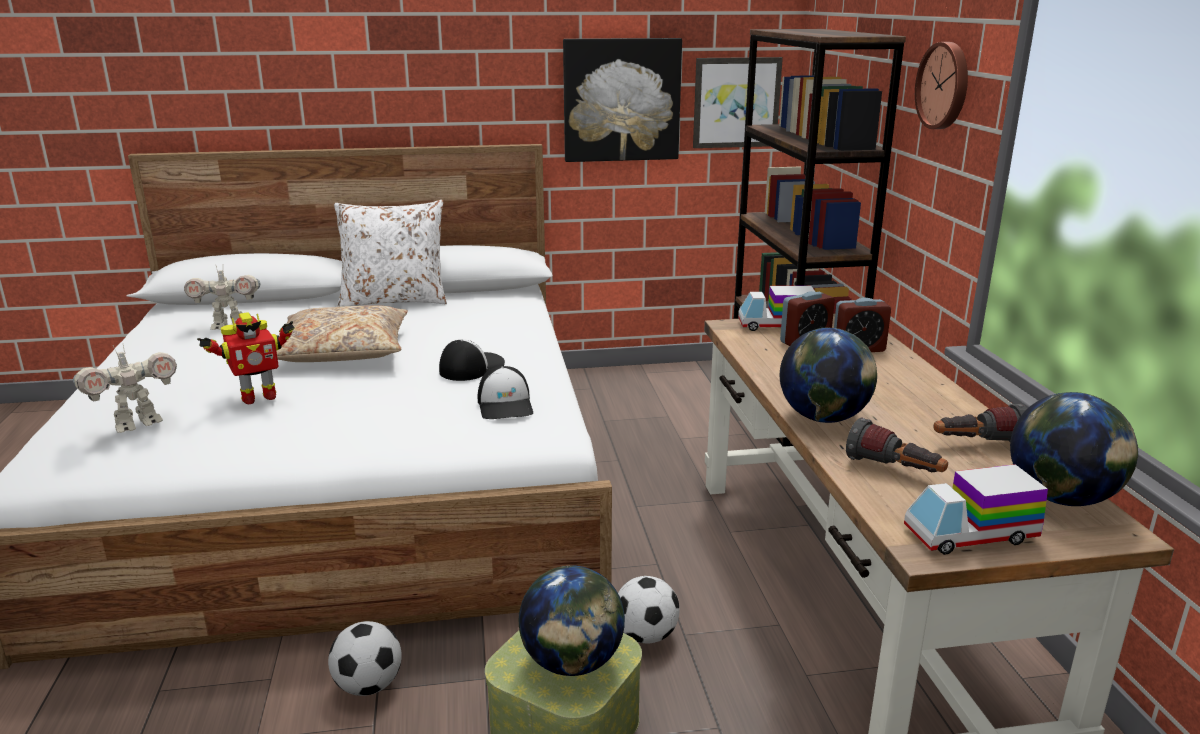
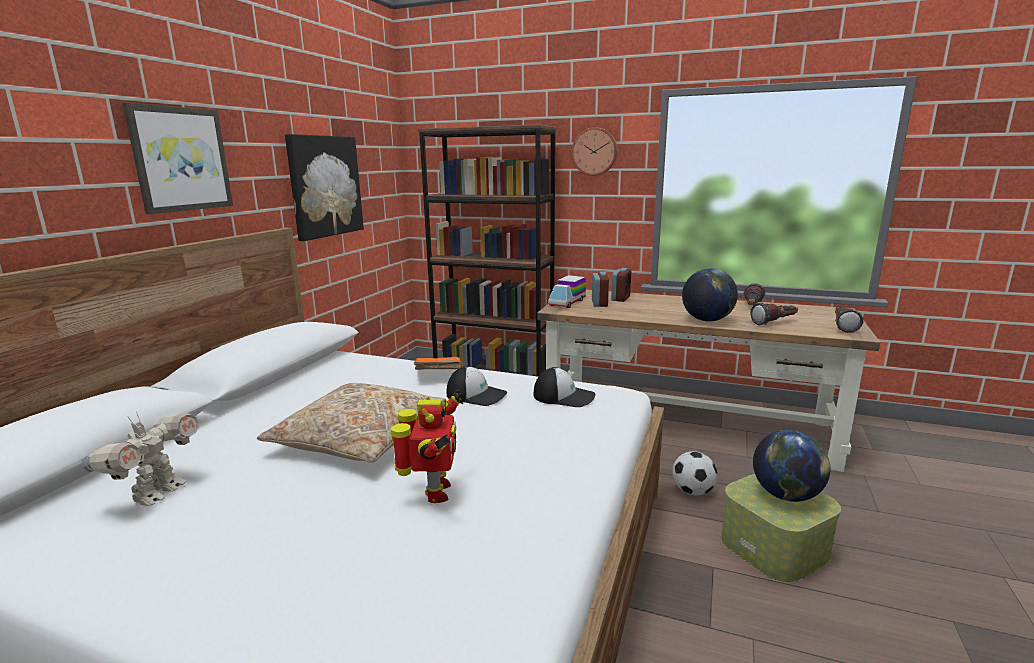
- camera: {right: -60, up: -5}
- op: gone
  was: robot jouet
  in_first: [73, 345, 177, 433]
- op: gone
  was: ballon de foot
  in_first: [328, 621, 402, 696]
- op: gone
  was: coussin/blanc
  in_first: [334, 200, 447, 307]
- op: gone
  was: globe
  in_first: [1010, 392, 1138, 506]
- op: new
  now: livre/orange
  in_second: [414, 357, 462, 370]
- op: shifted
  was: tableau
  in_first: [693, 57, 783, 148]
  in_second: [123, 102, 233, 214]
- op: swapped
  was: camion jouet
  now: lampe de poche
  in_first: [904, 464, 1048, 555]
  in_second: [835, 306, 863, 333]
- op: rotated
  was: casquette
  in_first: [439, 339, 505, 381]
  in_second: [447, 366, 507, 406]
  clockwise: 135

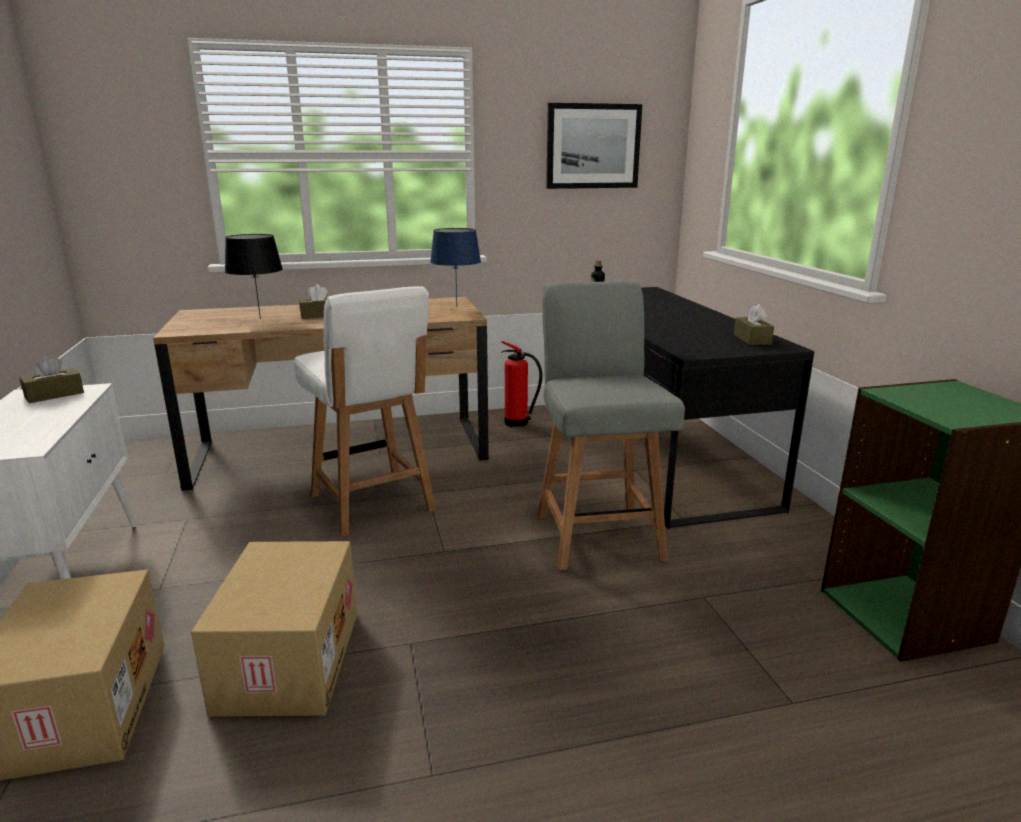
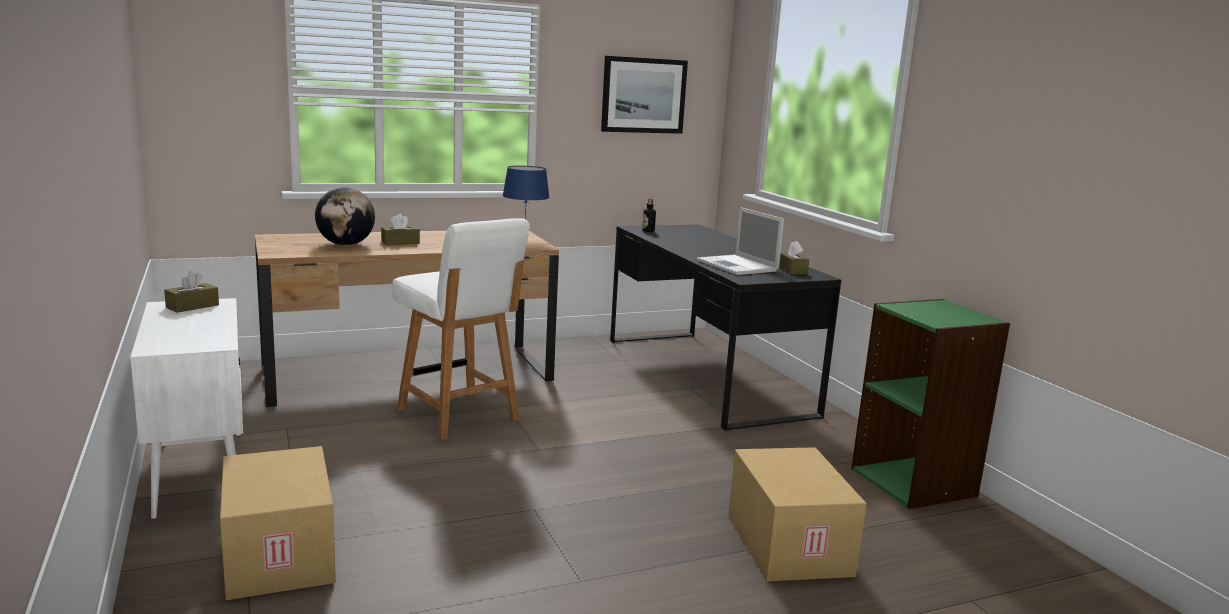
- camera: {right: -10, up: -5}
- op: gone
  was: extincteur
  in_first: [501, 341, 542, 427]
- op: gone
  was: chaise/gris
  in_first: [538, 281, 685, 570]
- op: new
  now: ordinateur portable
  in_second: [697, 207, 784, 275]
- op: shifted
  was: carton
  in_first: [191, 541, 357, 717]
  in_second: [728, 447, 867, 582]
- op: swapped
  was: lampe de table/noir
  now: globe
  in_first: [225, 234, 283, 319]
  in_second: [315, 187, 375, 245]

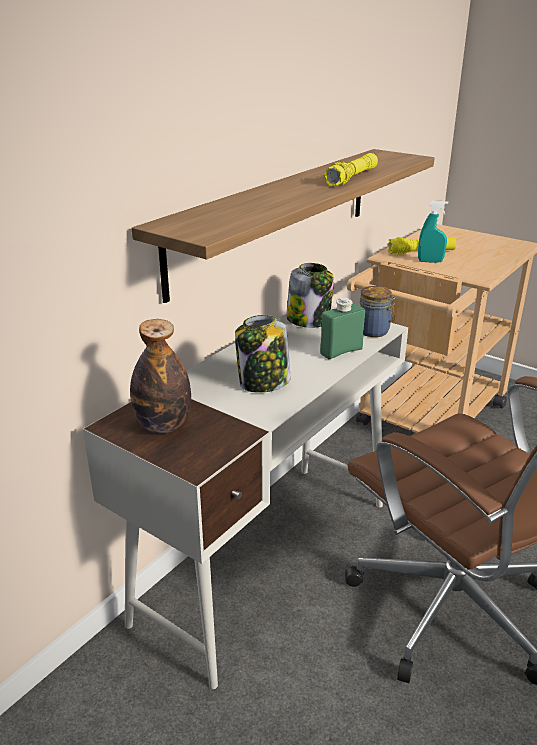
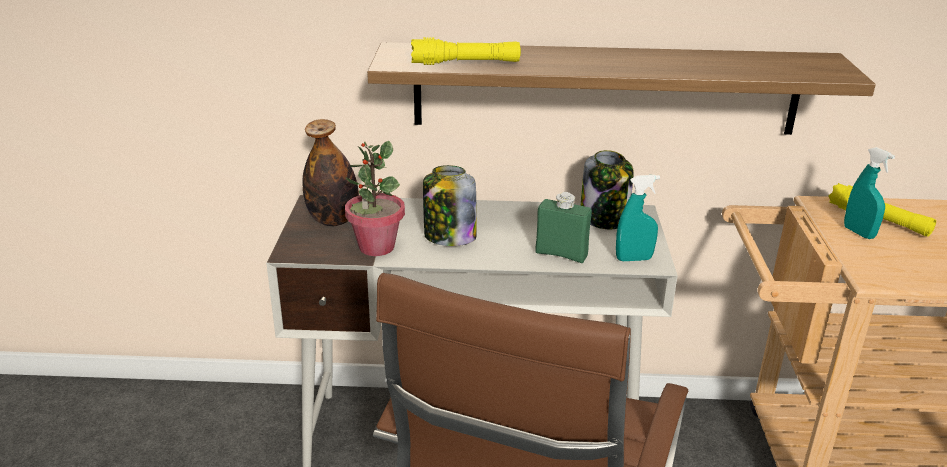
- camera: {right: 55, up: 0}
- op: new
  now: plante en pot
  in_second: [345, 141, 405, 256]
- op: shifted
  was: lampe de poche/jaune
  in_first: [324, 153, 378, 186]
  in_second: [411, 37, 521, 65]
- op: swapped
  was: bocal
  now: vaporisateur/turquoise
  in_first: [359, 286, 395, 337]
  in_second: [616, 175, 660, 261]

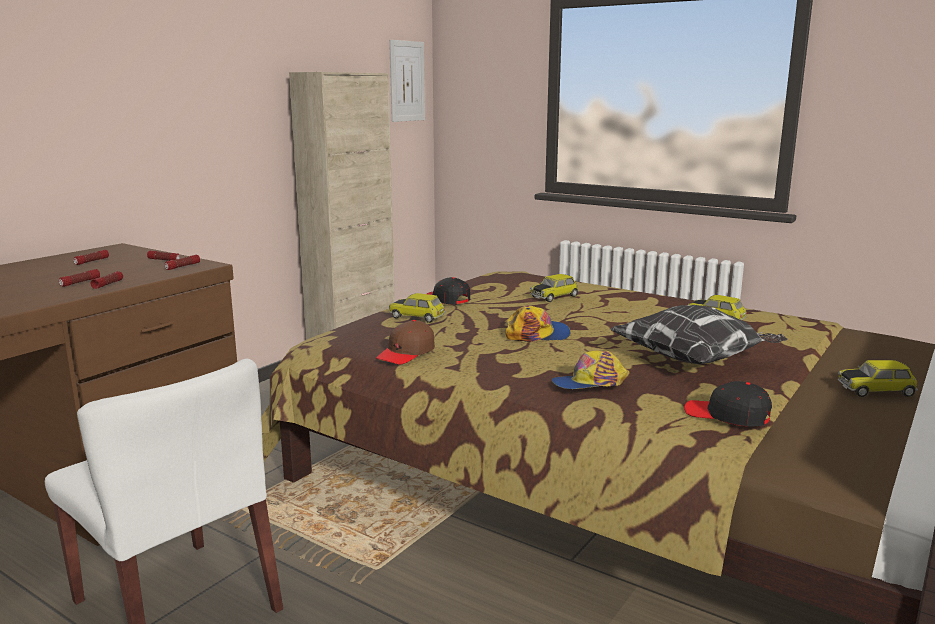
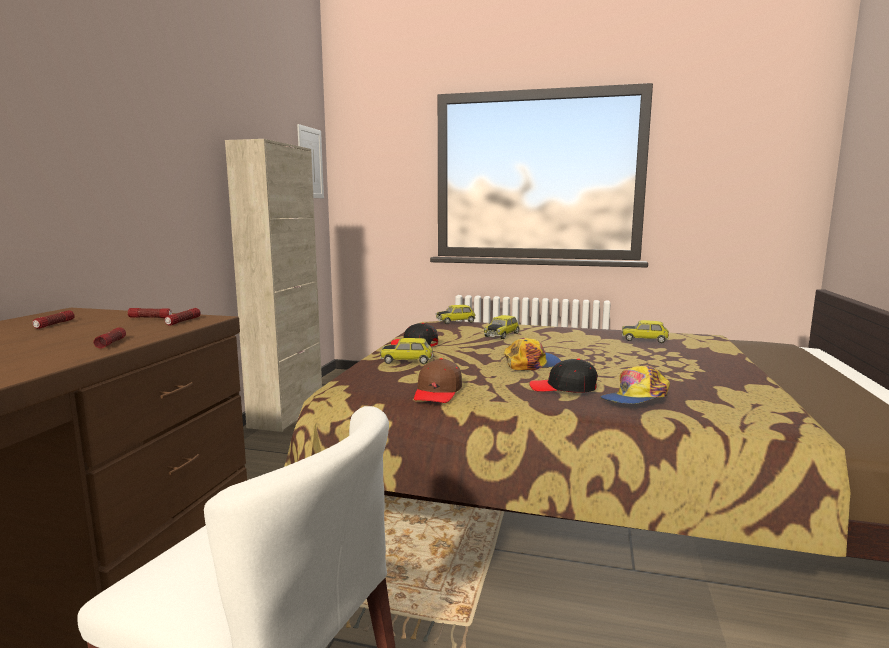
- camera: {right: -20, up: -5}
- op: gone
  was: lampe de poche
  in_first: [59, 269, 100, 287]
- op: gone
  was: coussin
  in_first: [610, 305, 788, 364]
- op: shifted
  was: casquette/noir
  in_first: [684, 381, 772, 427]
  in_second: [529, 358, 598, 393]
- op: shifted
  was: petite voiture
  in_first: [838, 360, 918, 397]
  in_second: [436, 305, 476, 324]

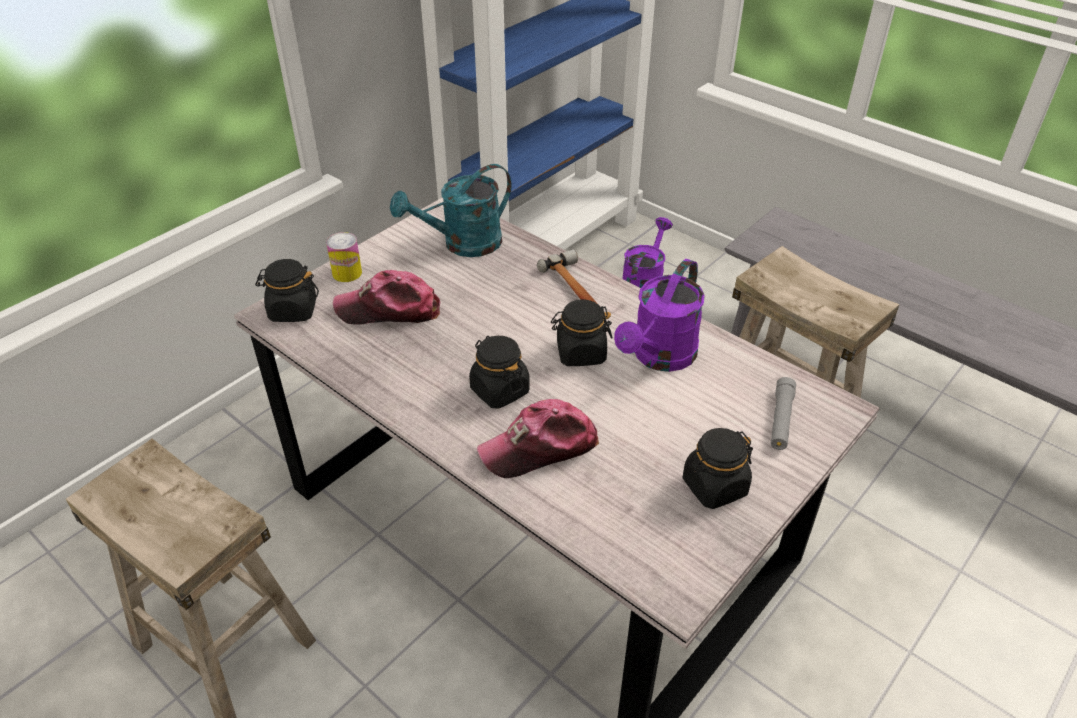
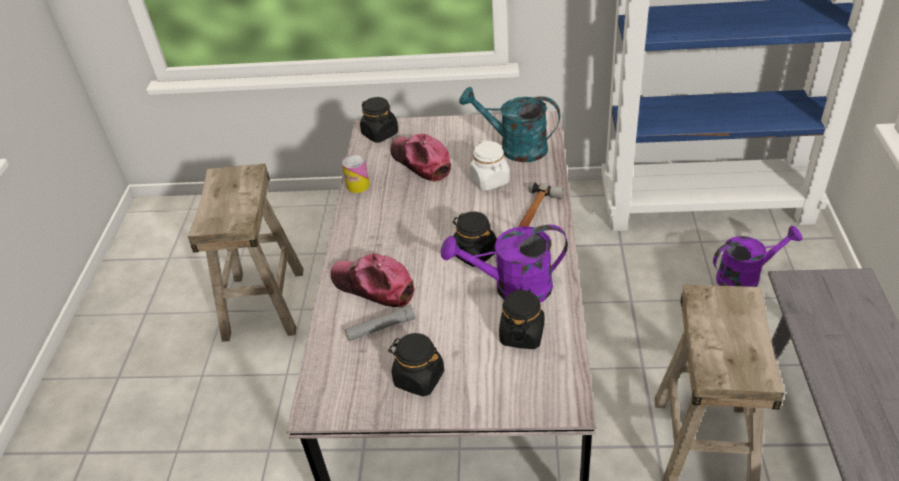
- camera: {right: 55, up: 0}
- op: new
  now: bocal/blanc
  in_second: [469, 140, 510, 191]
- op: shifted
  was: boîte métallique
  in_first: [326, 232, 362, 282]
  in_second: [342, 154, 370, 193]
- op: shifted
  was: bocal/noir
  in_first: [469, 336, 530, 409]
  in_second: [499, 288, 544, 349]
- op: shifted
  was: lampe de poche/gris
  in_first: [771, 377, 796, 450]
  in_second: [345, 304, 415, 341]

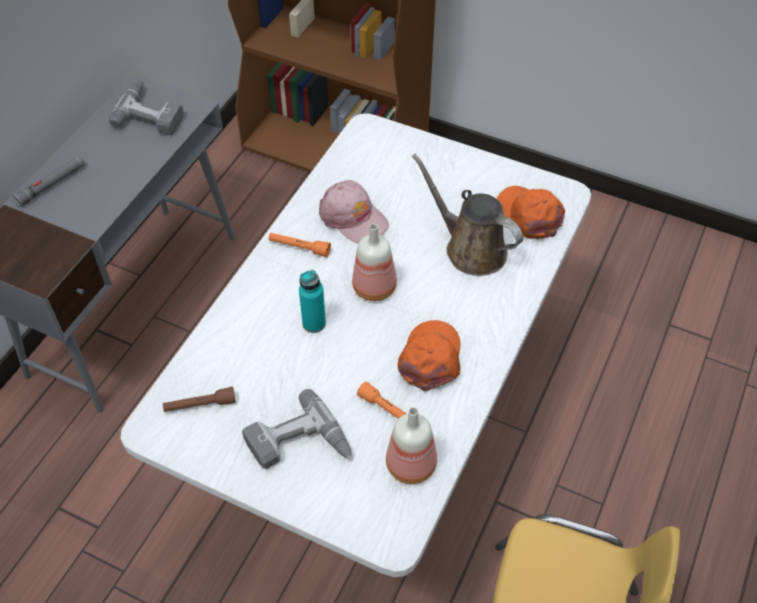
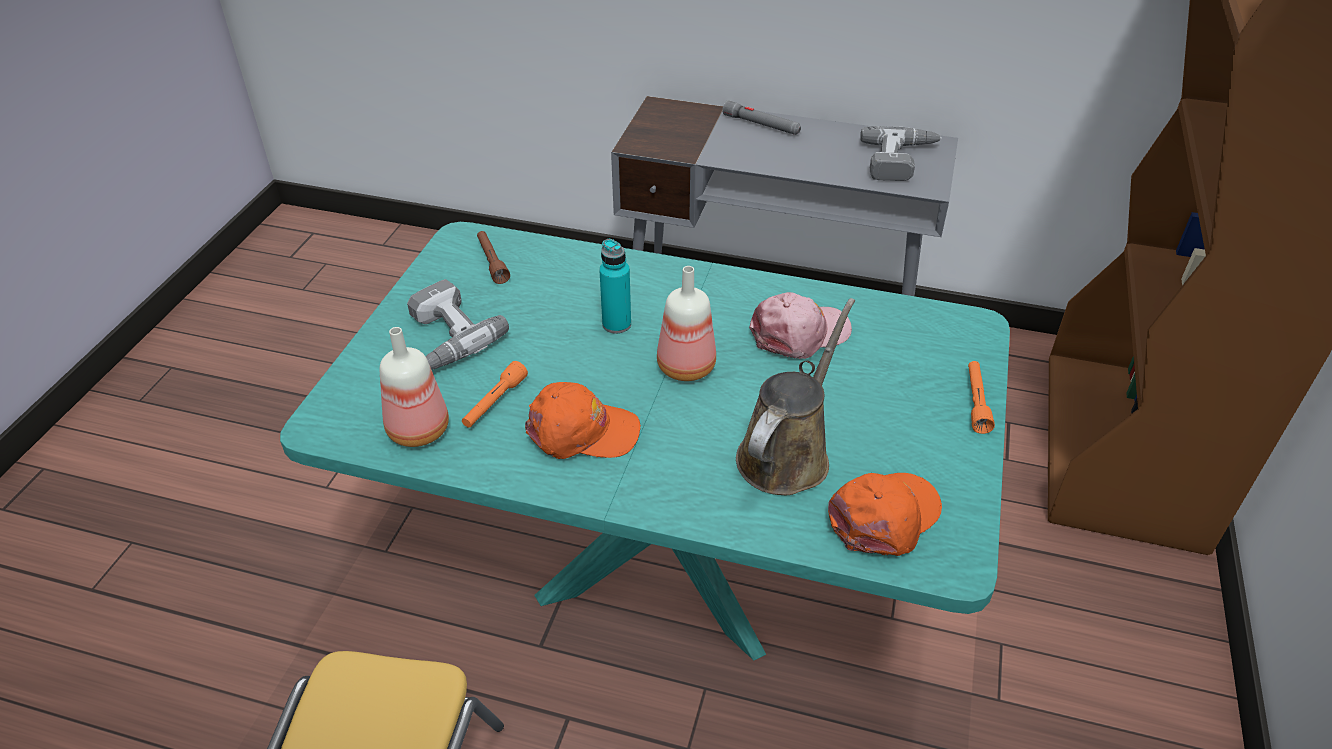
- camera: {right: 80, up: -10}
- op: shifted
  was: lampe de poche/orange
  in_first: [269, 233, 331, 257]
  in_second: [968, 361, 995, 434]
- op: repainted
  was: table à manger/blanc
  now: table à manger/turquoise
  in_first: [120, 113, 591, 577]
  in_second: [280, 222, 1010, 661]
- op: rotated
  was: casquette/rose
  in_first: [319, 180, 389, 244]
  in_second: [749, 292, 852, 359]
  clockwise: -150

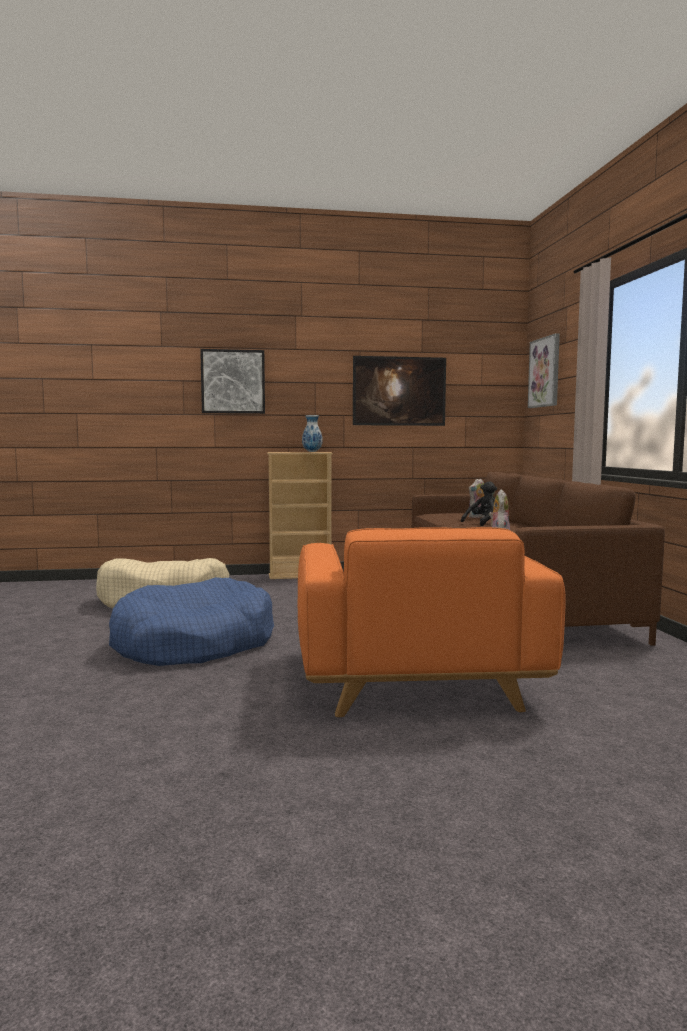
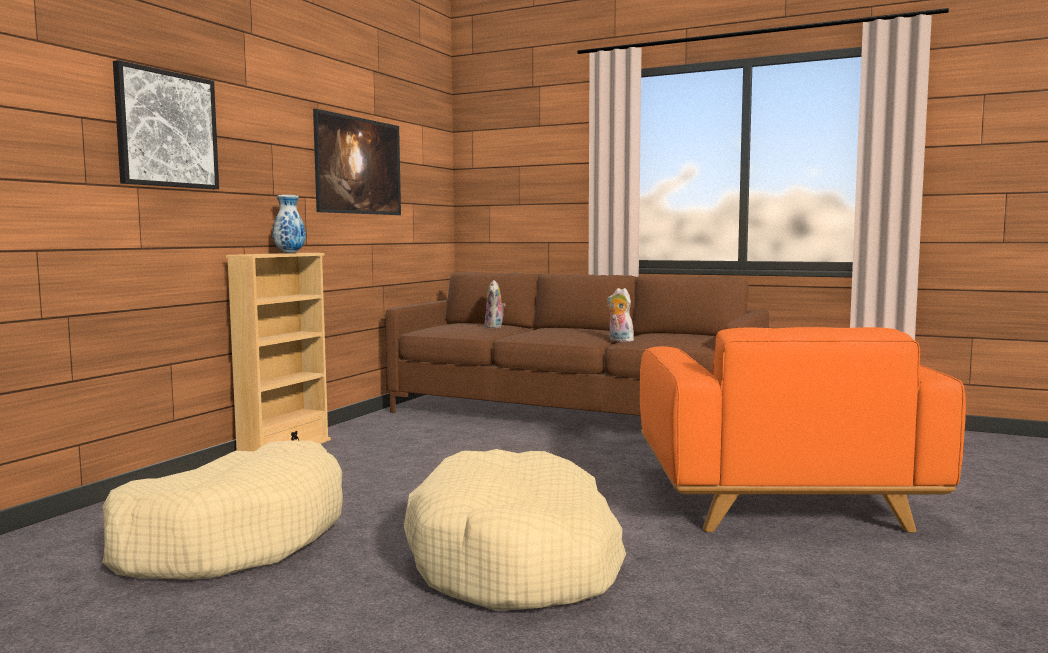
- camera: {right: -55, up: 0}
- op: gone
  was: peluche/noir
  in_first: [461, 482, 497, 526]
- op: gone
  was: tableau
  in_first: [528, 333, 560, 408]
- op: repainted
  was: panier pour chien/bleu
  now: panier pour chien/beige
  in_first: [109, 577, 274, 666]
  in_second: [404, 449, 626, 610]
- op: rotated
  was: fauteuil/orange
  in_first: [298, 527, 566, 717]
  in_second: [640, 327, 966, 533]
  clockwise: 60

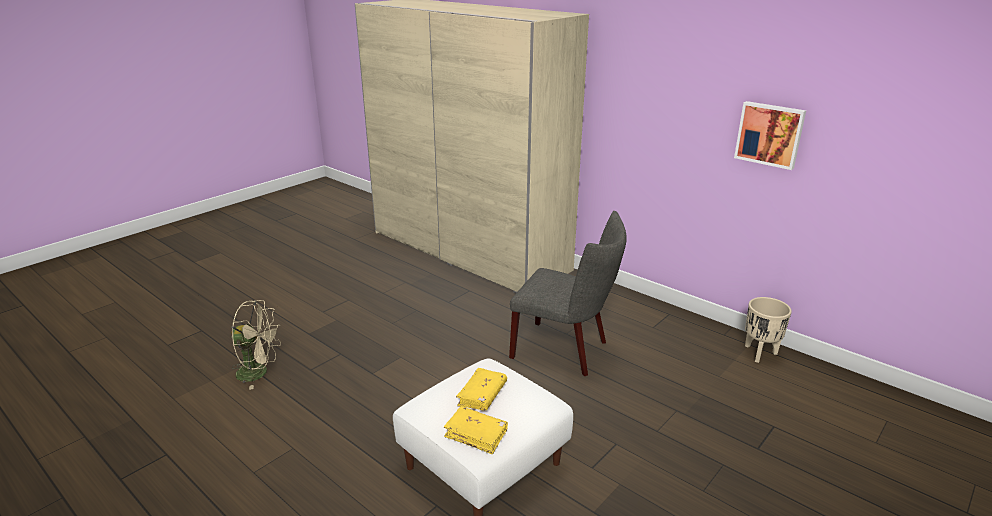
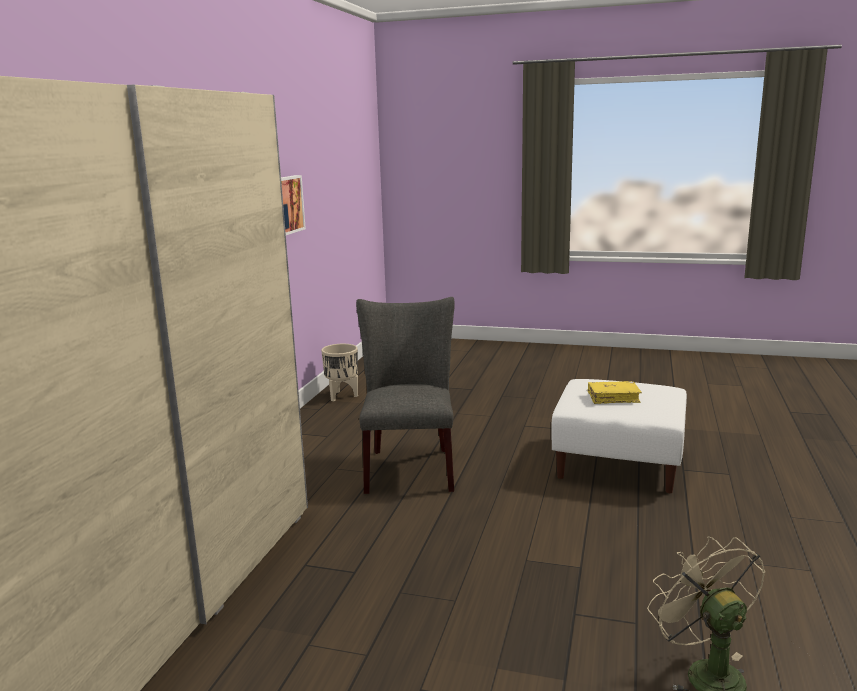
- camera: {right: -115, up: -10}
- op: gone
  was: livre/jaune
  in_first: [444, 406, 508, 454]

